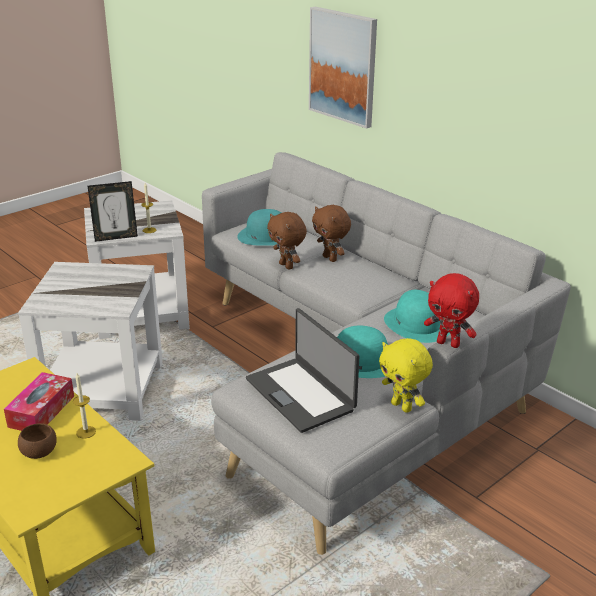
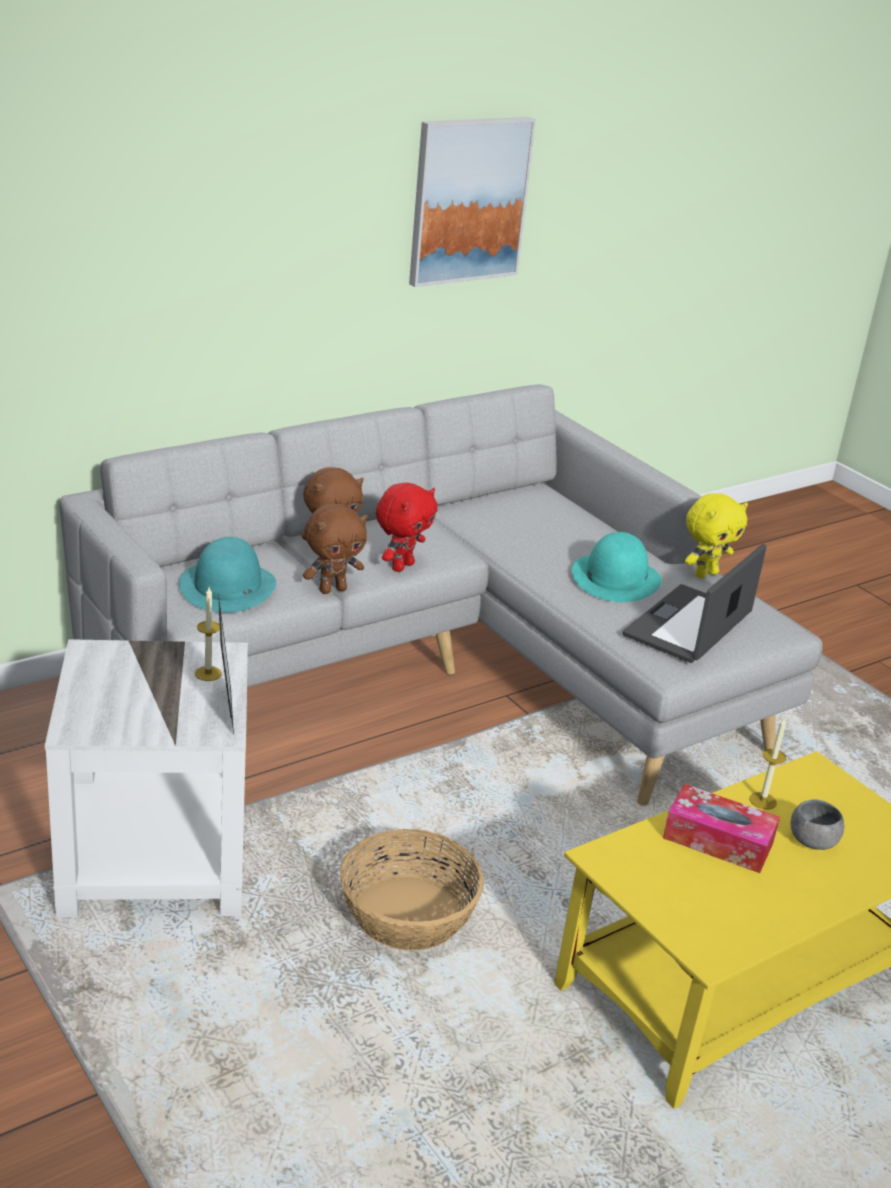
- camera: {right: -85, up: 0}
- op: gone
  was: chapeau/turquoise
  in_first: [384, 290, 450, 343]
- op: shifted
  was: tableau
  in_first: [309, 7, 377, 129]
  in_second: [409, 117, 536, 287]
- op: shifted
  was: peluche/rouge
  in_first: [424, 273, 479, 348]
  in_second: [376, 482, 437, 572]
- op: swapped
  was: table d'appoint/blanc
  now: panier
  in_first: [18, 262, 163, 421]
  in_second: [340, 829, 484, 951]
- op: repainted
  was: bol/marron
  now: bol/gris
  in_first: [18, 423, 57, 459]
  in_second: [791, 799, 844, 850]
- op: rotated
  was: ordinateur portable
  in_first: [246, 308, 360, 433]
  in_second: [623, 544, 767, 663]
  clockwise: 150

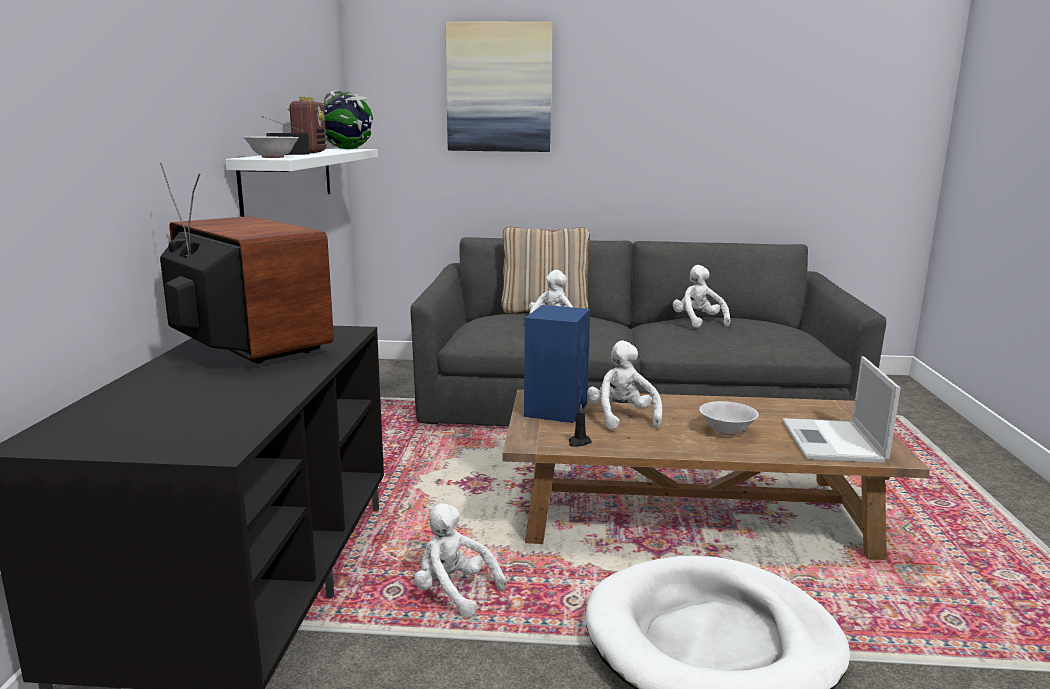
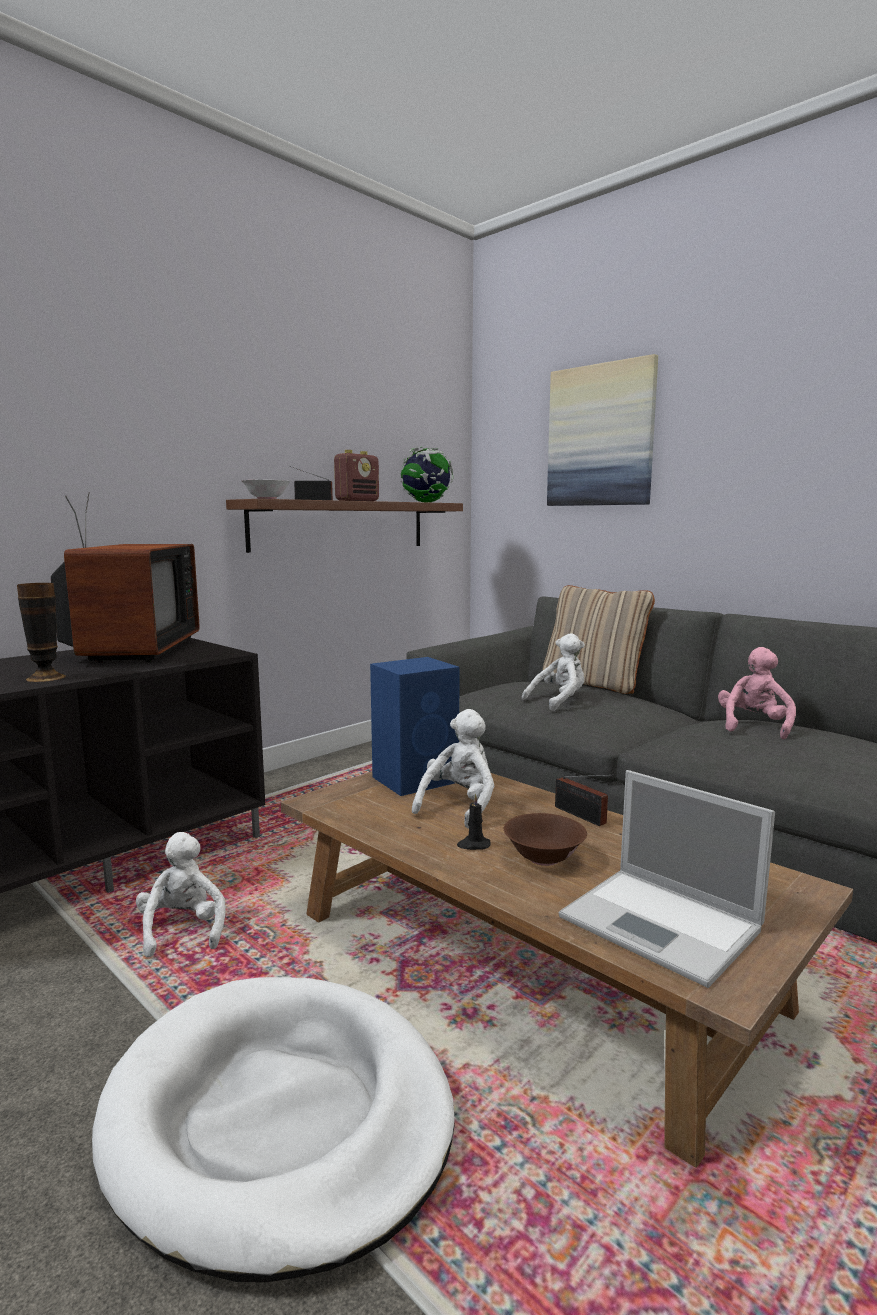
- camera: {right: 40, up: -5}
- op: new
  now: vase
  in_second: [17, 583, 66, 682]
- op: new
  now: radio
  in_second: [555, 774, 614, 826]
- op: shifted
  was: bougie/noir
  in_first: [569, 404, 592, 447]
  in_second: [457, 794, 491, 850]
- op: repainted
  was: étagère/blanc
  now: étagère/marron
  in_first: [225, 149, 378, 217]
  in_second: [226, 499, 463, 553]
- op: repainted
  was: peluche/blanc
  now: peluche/rose
  in_first: [673, 265, 730, 328]
  in_second: [718, 647, 796, 739]
- op: repainted
  was: bol/blanc
  now: bol/marron
  in_first: [699, 401, 759, 435]
  in_second: [504, 813, 587, 866]
- op: rotated
  was: ordinateur portable
  in_first: [782, 356, 901, 463]
  in_second: [559, 770, 775, 988]
  clockwise: -90

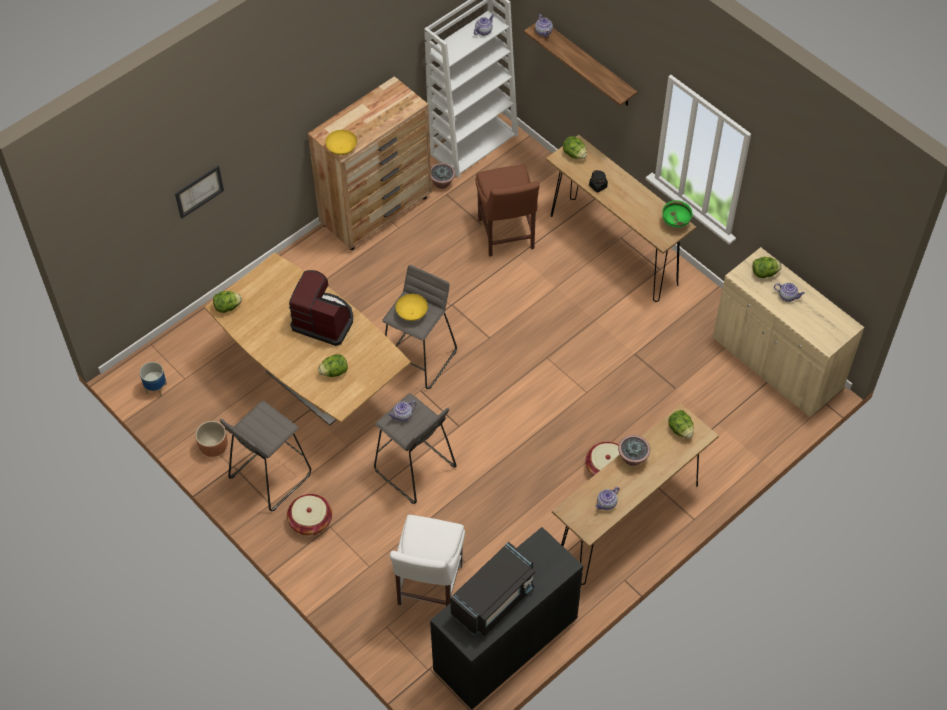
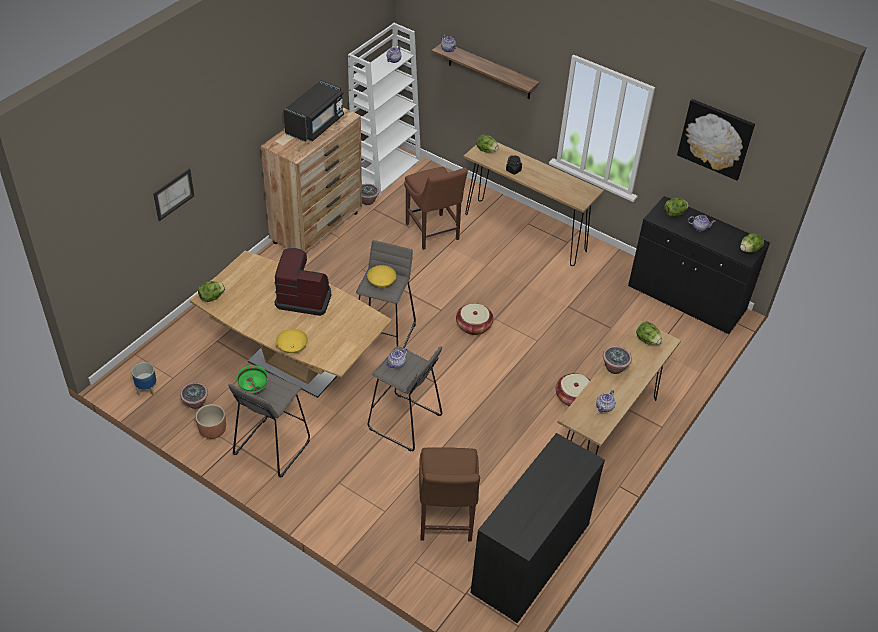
- camera: {right: -15, up: -10}
- op: new
  now: plante en pot
  in_second: [180, 382, 208, 409]
- op: new
  now: tableau
  in_second: [677, 99, 755, 181]
- op: shifted
  was: panier
  in_first: [287, 494, 332, 535]
  in_second: [456, 303, 493, 335]
- op: shifted
  was: laitue
  in_first: [318, 354, 348, 377]
  in_second: [740, 233, 764, 253]
- op: shifted
  was: bol/jaune
  in_first: [325, 130, 357, 155]
  in_second: [276, 329, 308, 353]
- op: shifted
  was: micro-ondes/noir
  in_first: [450, 542, 535, 636]
  in_second: [284, 80, 344, 142]
- op: shifted
  was: bol/vert
  in_first: [662, 200, 693, 228]
  in_second: [236, 365, 268, 394]
- op: repainted
  was: chaise/blanc
  now: chaise/marron
  in_first: [390, 515, 465, 606]
  in_second: [419, 447, 480, 542]
- op: repainted
  was: meuble de rangement/beige
  now: meuble de rangement/noir
  in_first: [713, 247, 864, 417]
  in_second: [628, 196, 770, 334]

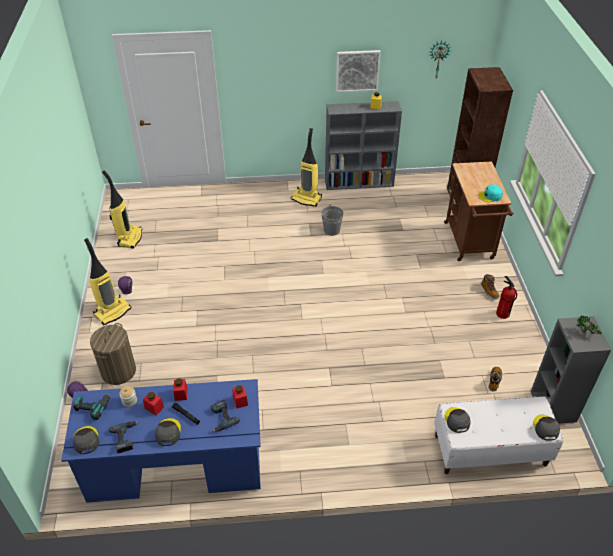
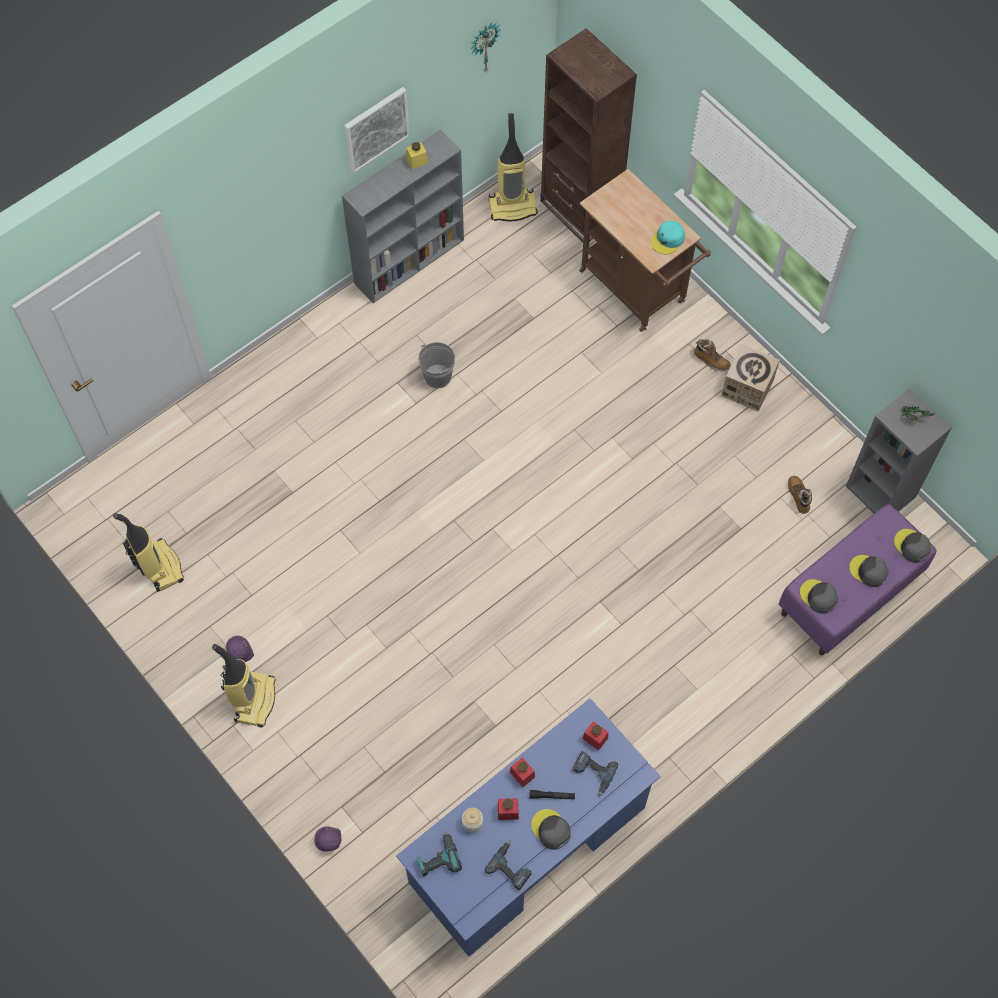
- camera: {right: -35, up: 20}
- op: gone
  was: panier à linge
  in_first: [90, 323, 136, 385]
- op: shifted
  was: casquette/gris
  in_first: [73, 426, 100, 454]
  in_second: [849, 555, 888, 587]
- op: shifted
  was: aspirateur
  in_first: [291, 128, 322, 207]
  in_second: [489, 113, 538, 222]
- op: swapped
  was: extincteur
  now: carton
  in_first: [496, 276, 517, 319]
  in_second: [721, 344, 780, 412]
- op: repainted
  was: banc/blanc
  now: banc/violet
  in_first: [434, 396, 563, 474]
  in_second: [779, 504, 937, 655]

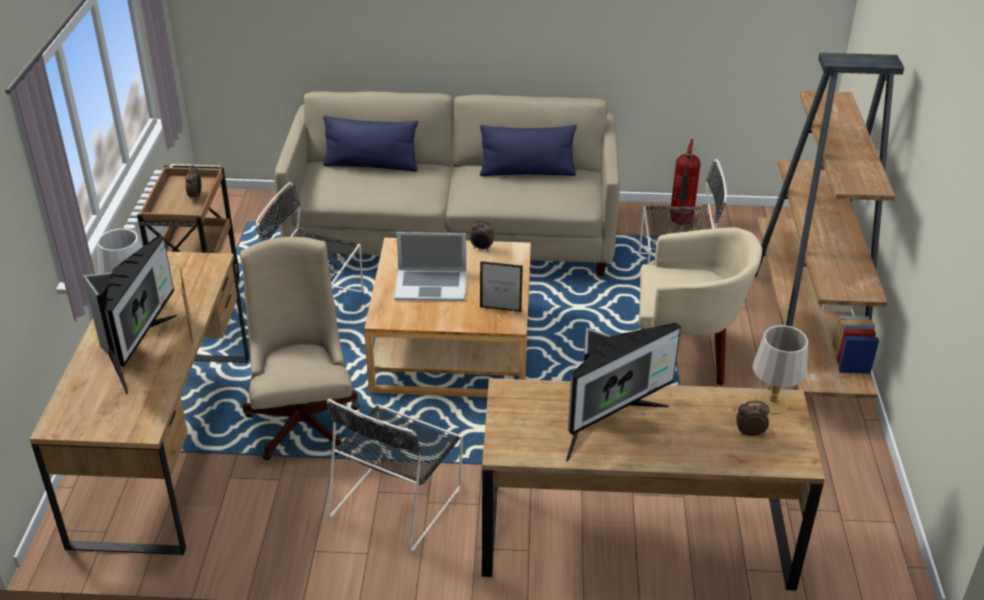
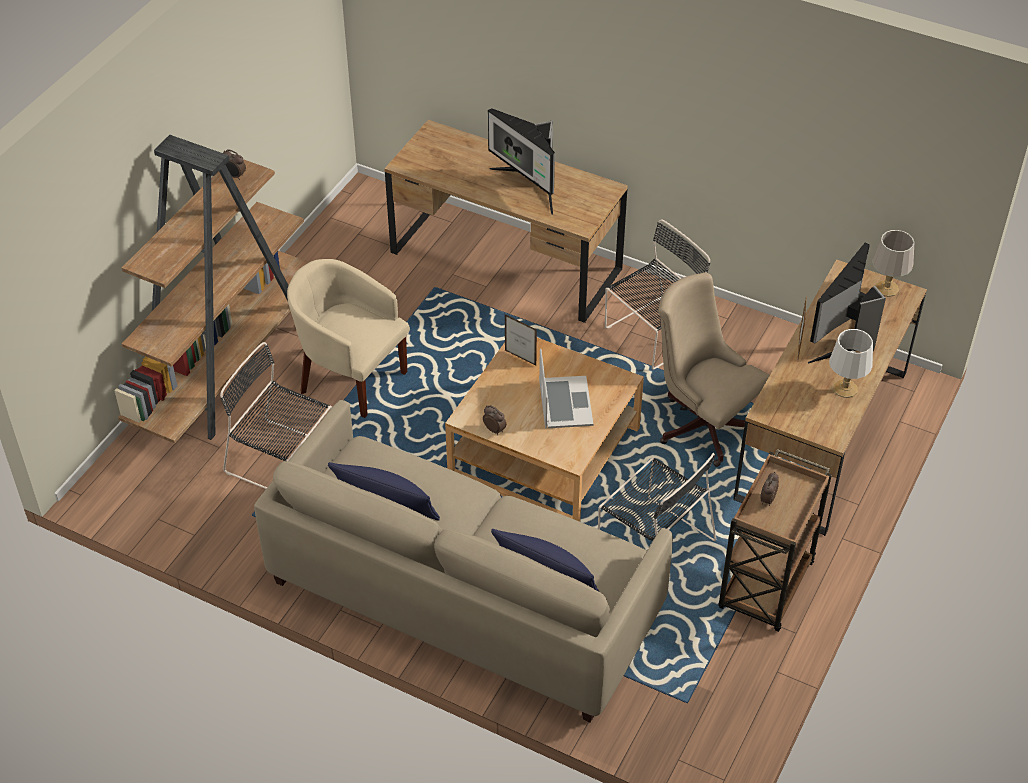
- camera: {right: -155, up: 10}
- op: gone
  was: extincteur
  in_first: [670, 139, 701, 225]
- op: shifted
  was: réveil
  in_first: [736, 401, 770, 436]
  in_second: [223, 149, 246, 180]
- op: shifted
  was: lampe de table/gris
  in_first: [753, 325, 808, 414]
  in_second: [872, 230, 915, 297]
- op: rotated
  was: chaise de bureau/beige
  in_first: [240, 237, 360, 460]
  in_second: [658, 272, 770, 467]
  clockwise: 120
- op: rotated
  was: ordinateur portable
  in_first: [394, 232, 466, 301]
  in_second: [539, 349, 593, 428]
  clockwise: 60
- op: rotated
  was: écran d'ordinateur
  in_first: [566, 323, 681, 461]
  in_second: [488, 108, 555, 215]
  clockwise: -120

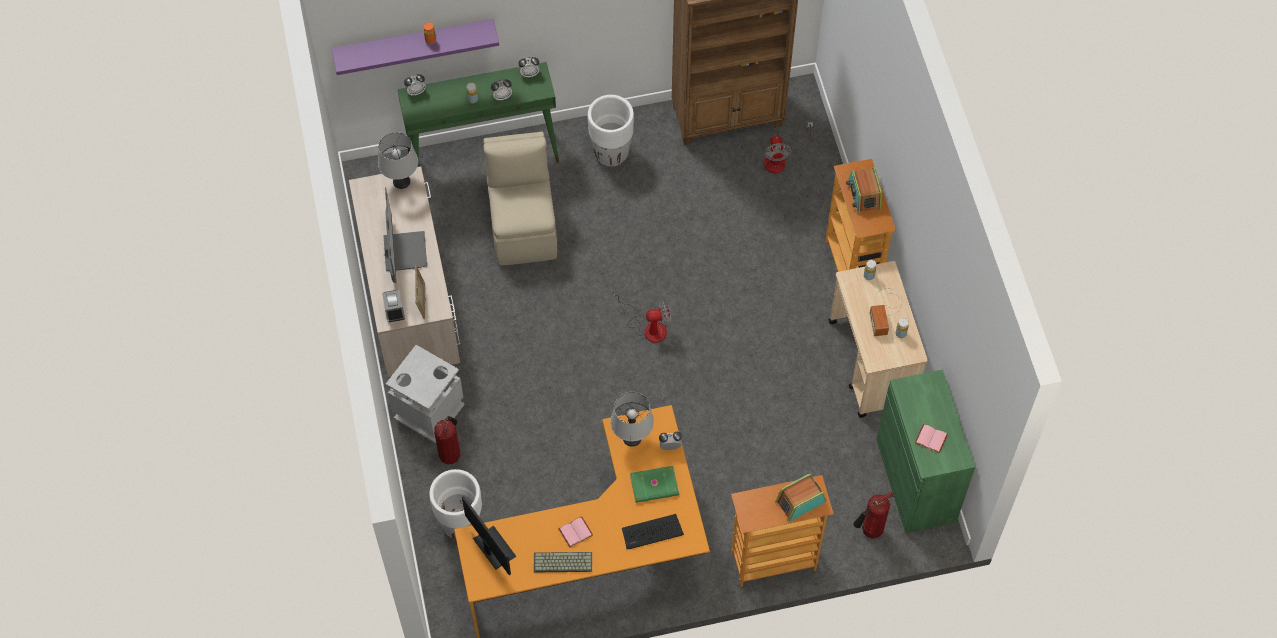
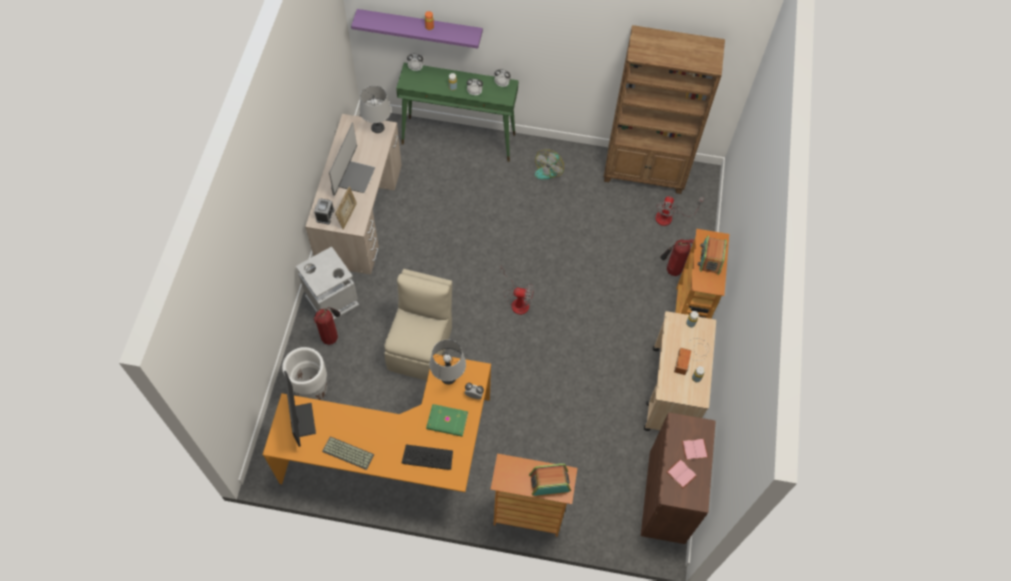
- camera: {right: 20, up: 0}
- op: shifted
  was: chaise/beige
  in_first: [483, 132, 557, 266]
  in_second: [384, 269, 452, 381]
- op: shifted
  was: livre/rose
  in_first: [558, 516, 593, 547]
  in_second: [682, 439, 708, 460]
- op: shifted
  was: extincteur
  in_first: [853, 492, 894, 539]
  in_second: [660, 239, 694, 276]
- op: swapped
  was: cache-pot/blanc
  now: ventilateur
  in_first: [588, 95, 634, 167]
  in_second: [535, 149, 564, 179]
- op: repainted
  was: meuble de rangement/vert
  now: meuble de rangement/marron
  in_first: [876, 370, 975, 533]
  in_second: [641, 412, 716, 544]

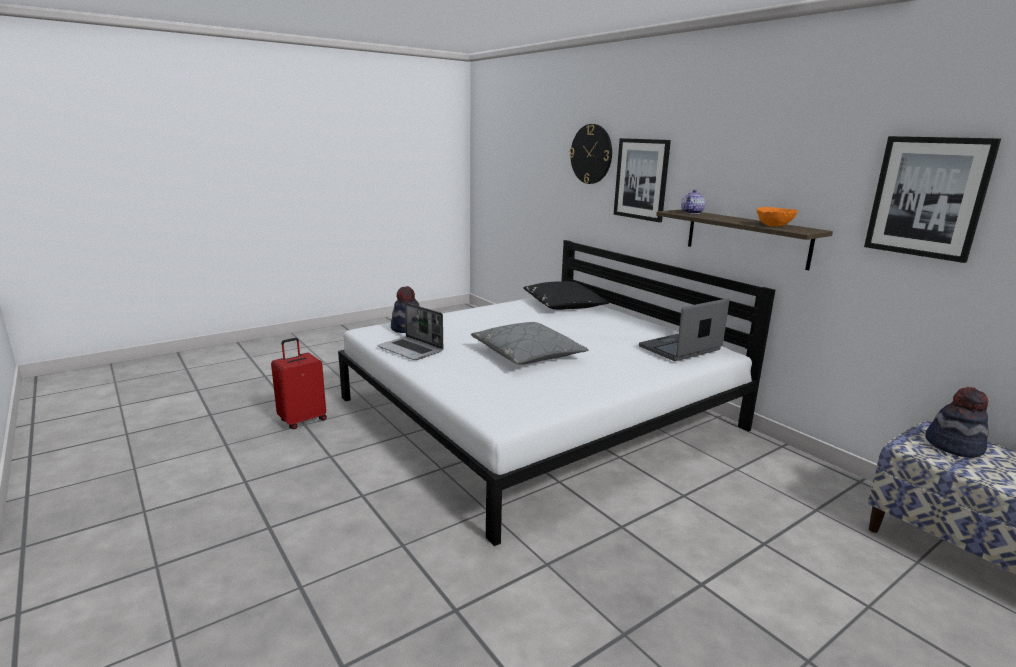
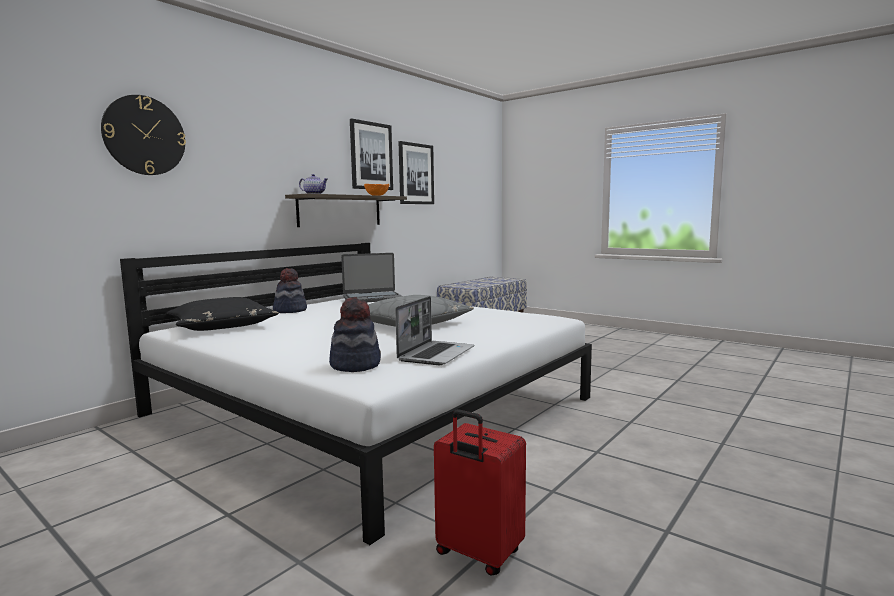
- camera: {right: -105, up: -10}
- op: shifted
  was: tableau
  in_first: [614, 138, 671, 222]
  in_second: [350, 119, 393, 190]
- op: shifted
  was: chapeau
  in_first: [925, 387, 989, 458]
  in_second: [273, 268, 307, 313]
- op: rotated
  was: ordinateur portable
  in_first: [639, 298, 730, 361]
  in_second: [341, 253, 402, 302]
  clockwise: -60

